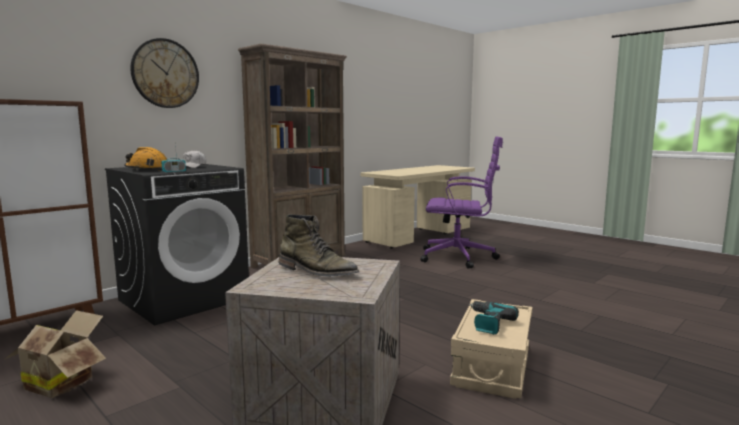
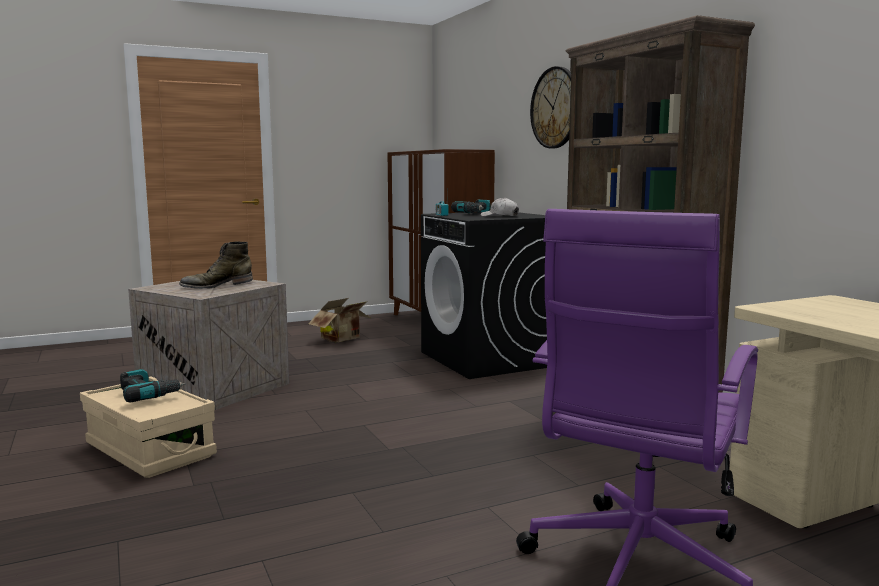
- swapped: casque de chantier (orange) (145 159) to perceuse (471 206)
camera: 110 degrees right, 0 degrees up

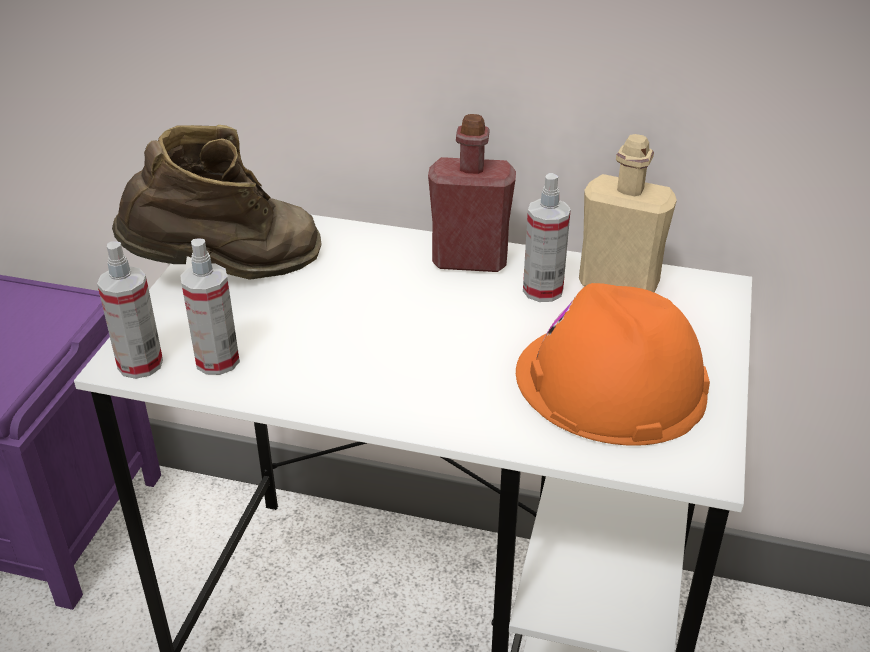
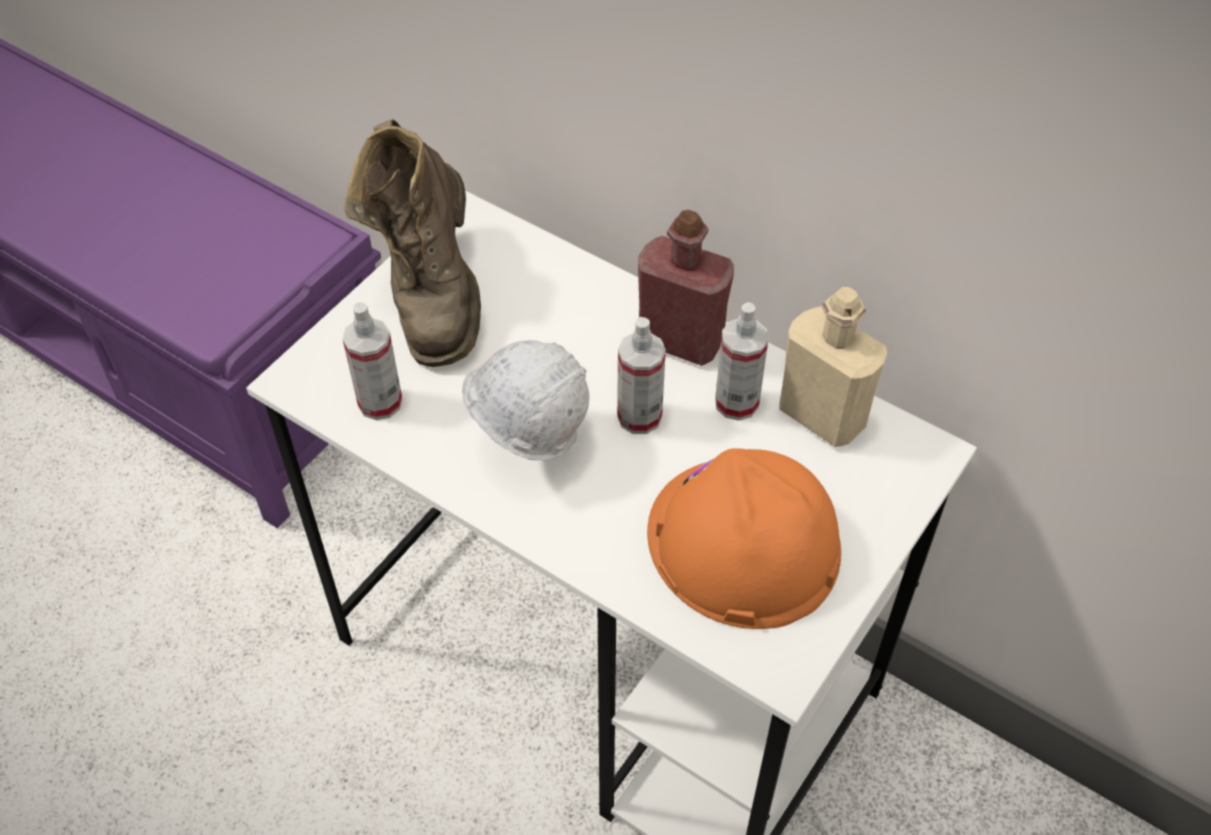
- rotated: botte (marron) (217 202) = (412 243) 90 degrees clockwise
- new: casque de chantier (blanc) (525 401)
- shifted: vaporisateur (130 310) to (641 375)
camera: 20 degrees right, 15 degrees up

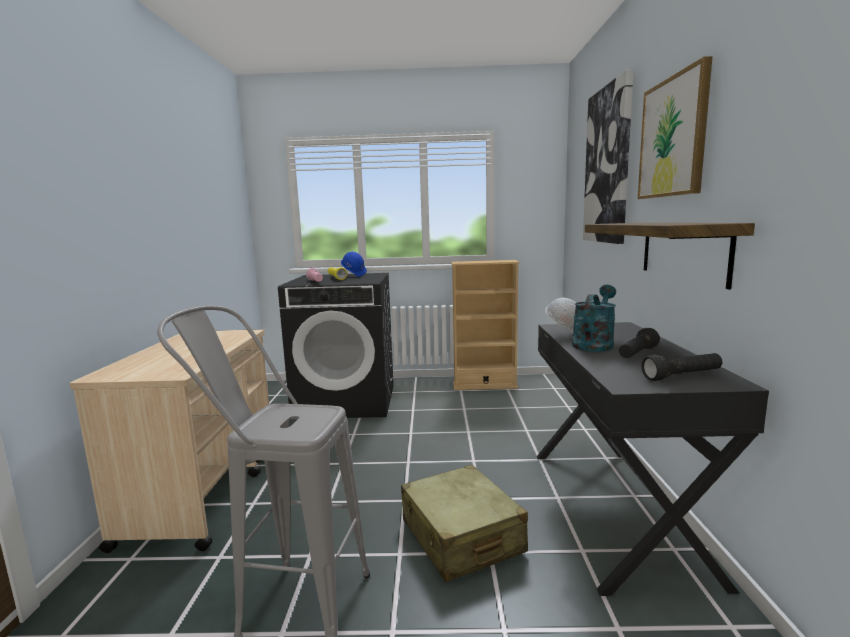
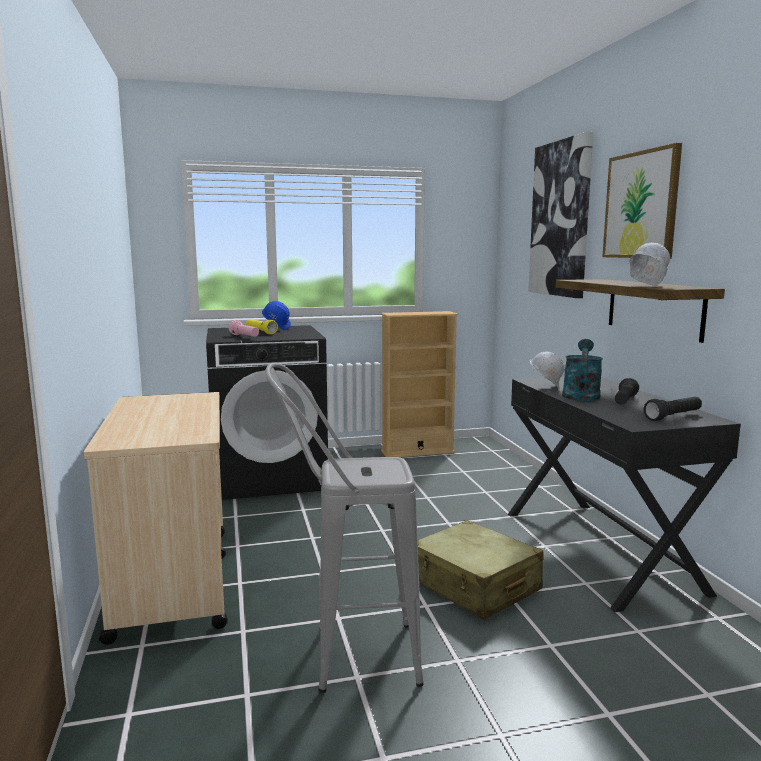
- new: casque de chantier (blanc) (649 264)
camera: 15 degrees left, 0 degrees up

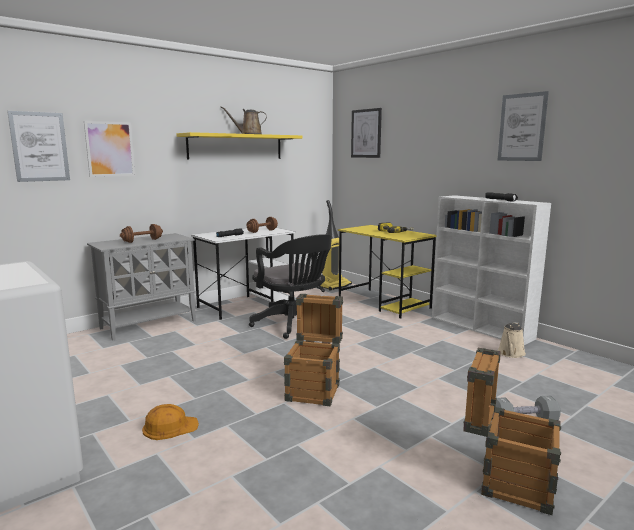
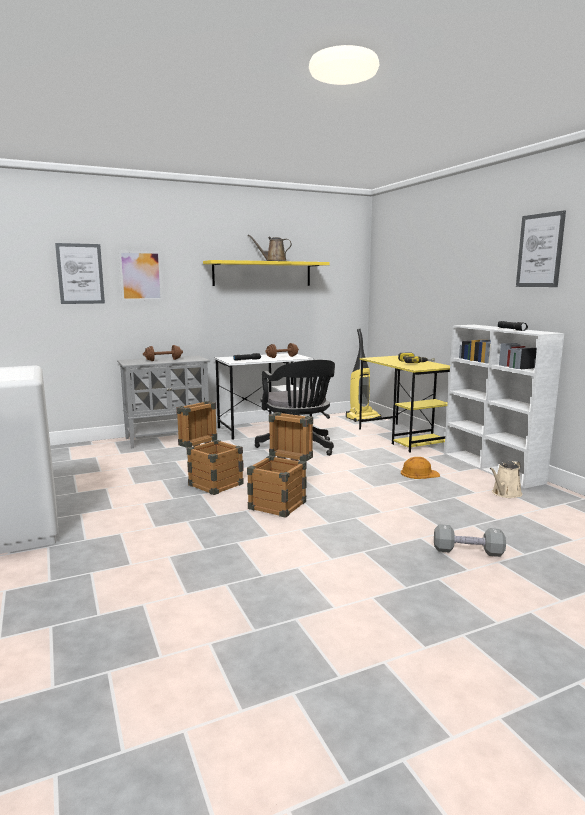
- shifted: caisse (512 431) to (210 448)
- shifted: casque de chantier (orange) (170 422) to (420 468)
- gone: tableau (366 133)
camera: 15 degrees right, 0 degrees up

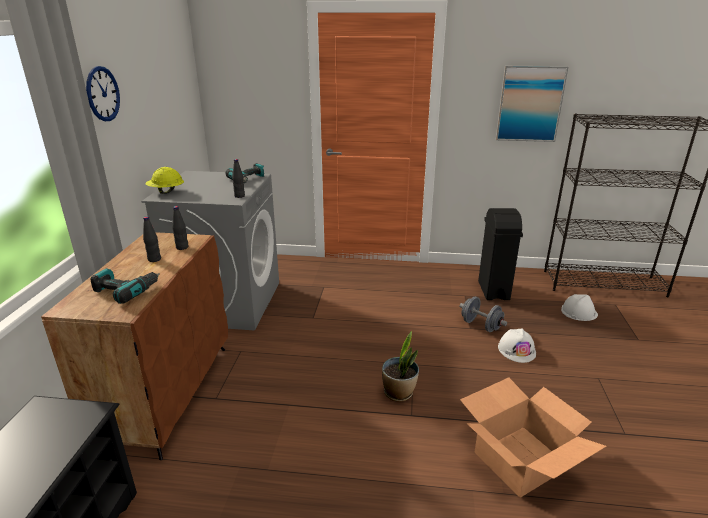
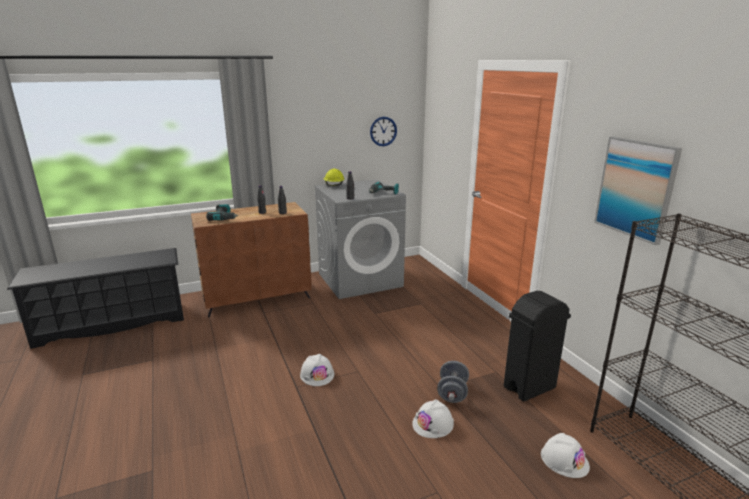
- swapped: plante en pot (400 366) to casque de chantier (blanc) (317 370)
- shifted: horloge murale (103 93) to (383 131)
- gone: carton (533 437)
camera: 60 degrees right, 5 degrees down

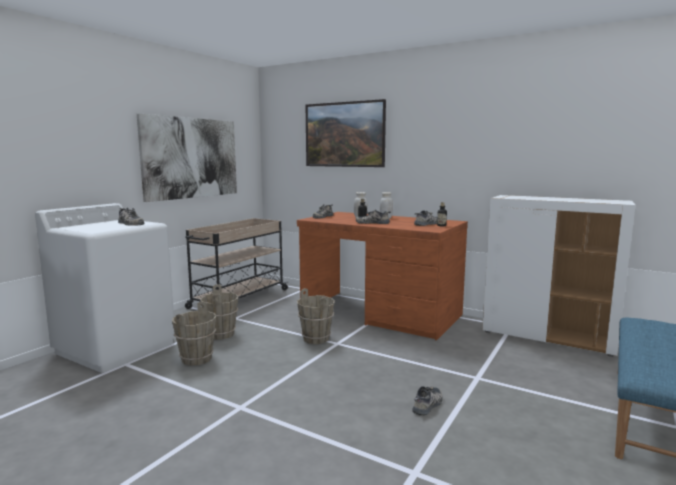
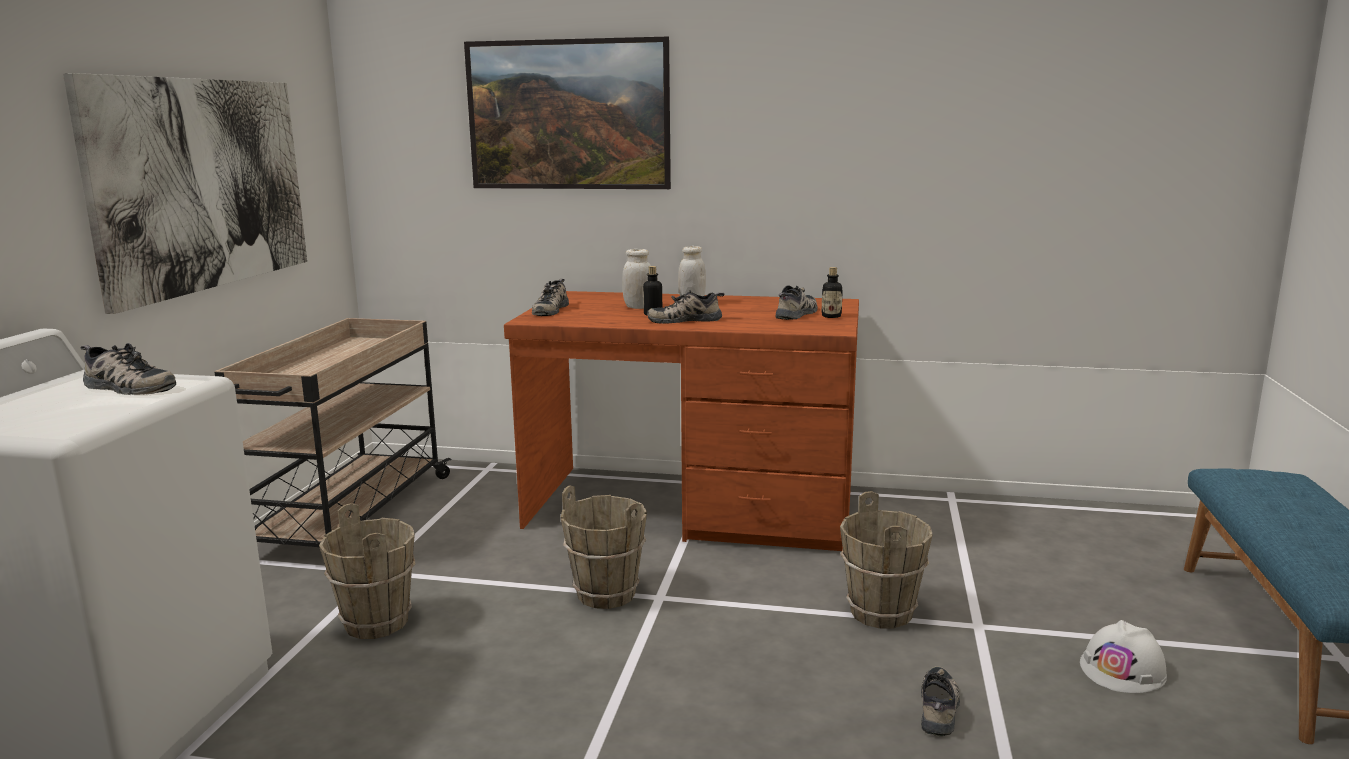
- shifted: seau (marron) (194 333) to (886 560)
- new: casque de chantier (blanc) (1123 656)
- gone: meuble de rangement (blanc) (559 276)
camera: 20 degrees left, 5 degrees up

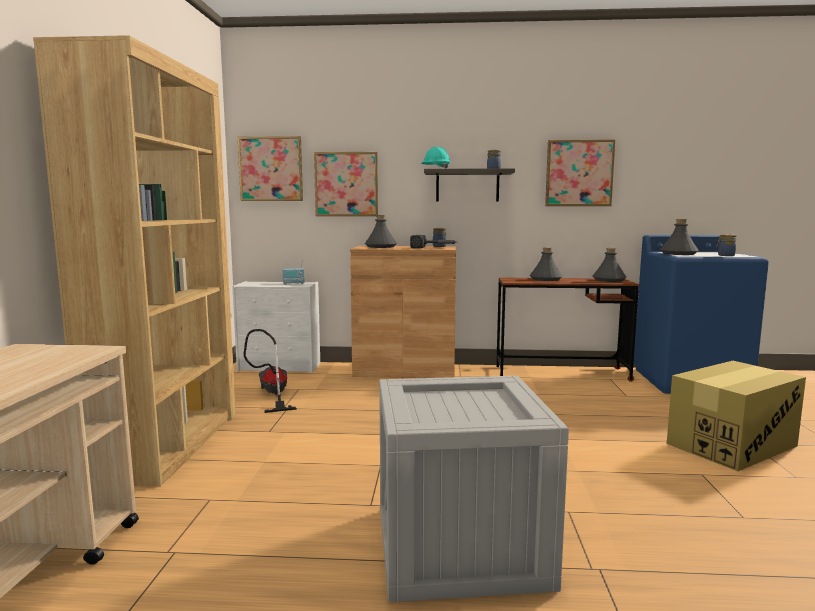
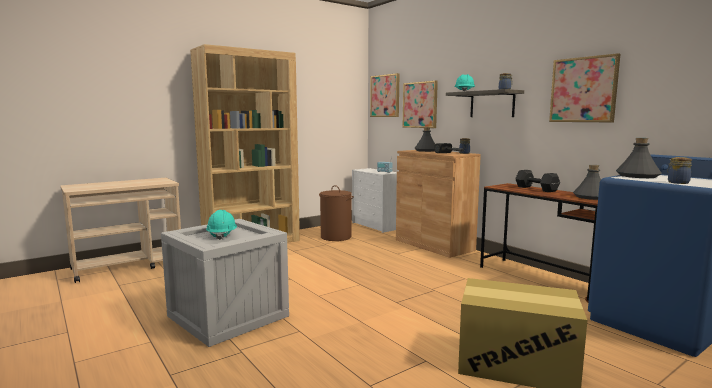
- new: casque de chantier (turquoise) (221 225)
- swapped: aspirateur (270 371) to panier à linge (marron) (336 213)
- swapped: bouteille (gris) (546 264) to haltère (noir) (537 181)
camera: 50 degrees right, 0 degrees up

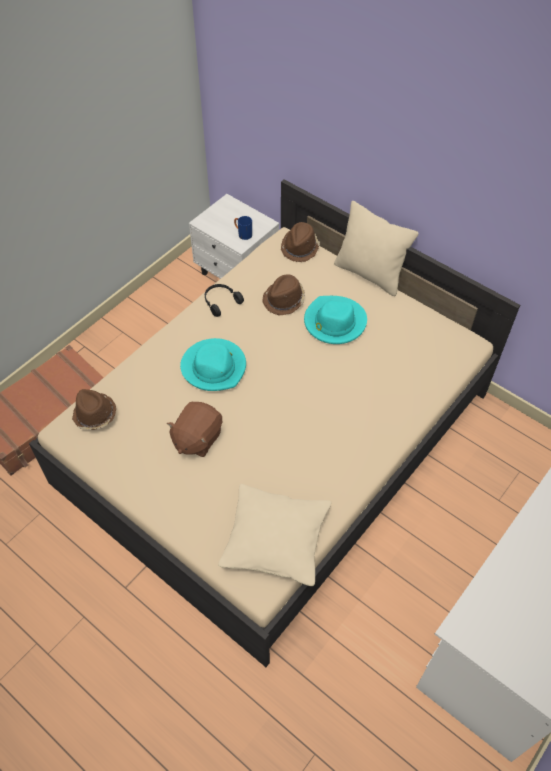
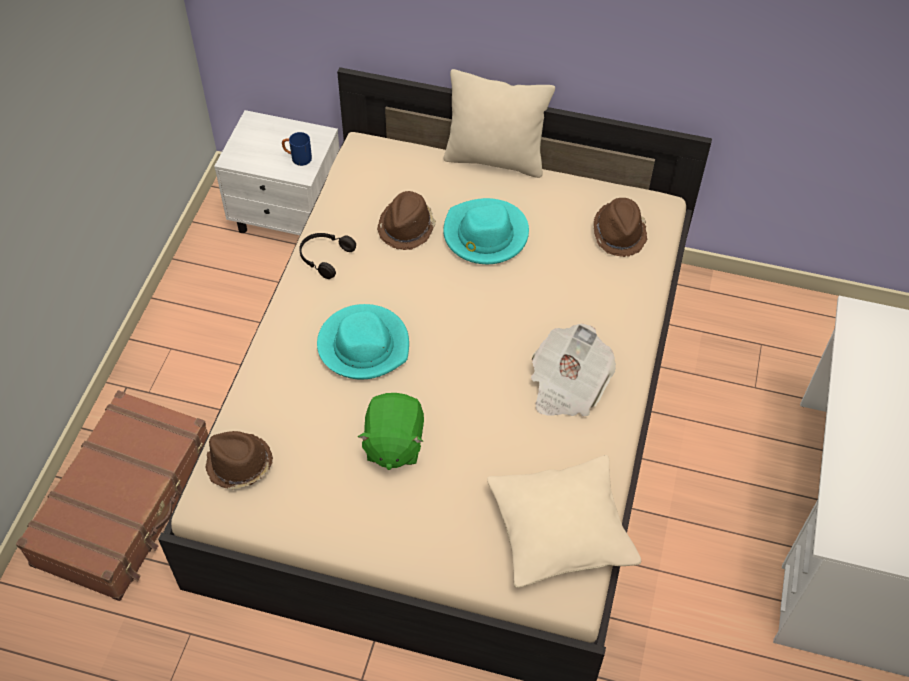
- repainted: peluche (marron) (194 429) to peluche (vert) (391 431)
- new: journal (573 370)
- shifted: chapeau (marron) (300 242) to (621 227)
camera: 25 degrees left, 0 degrees up

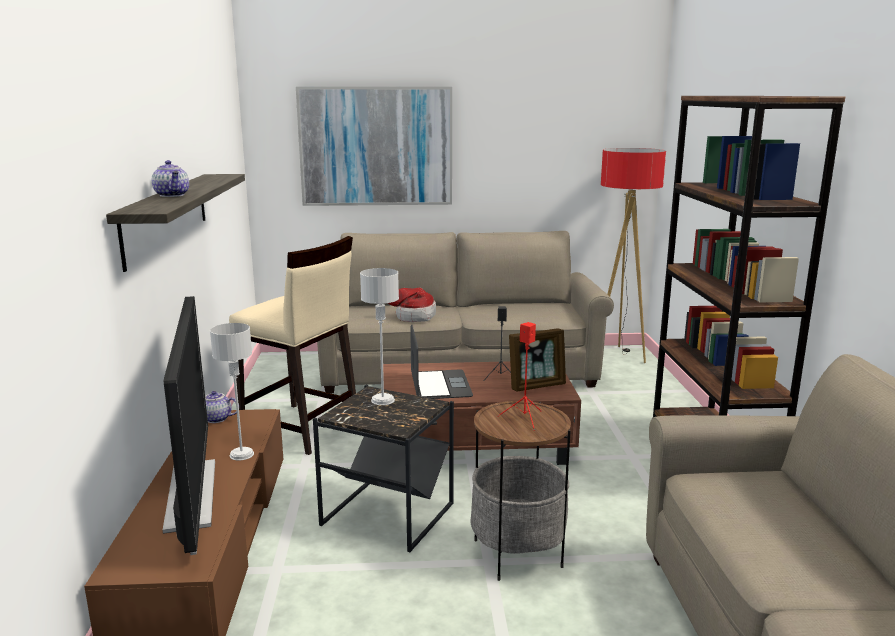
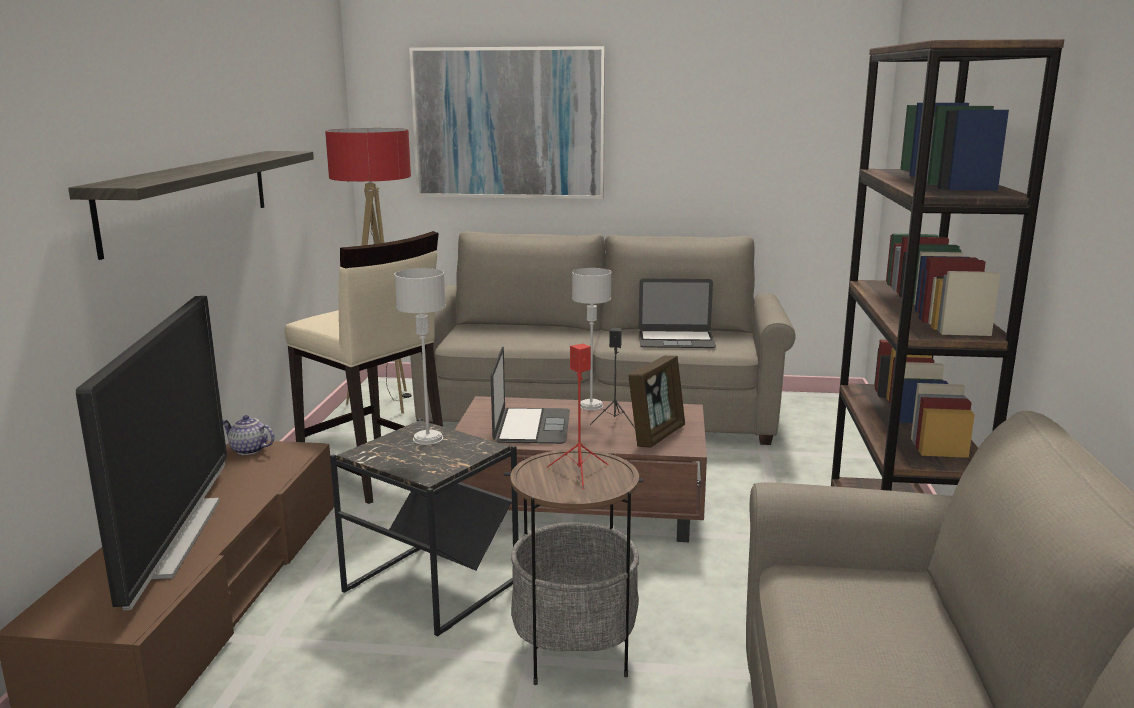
- shifted: lampadaire (633 255) to (368 270)
- shifted: lampe de table (gris) (232 392) to (591 339)
- rotated: cadre photo (537 359) = (656 402) 45 degrees counterclockwise
- new: ordinateur portable (677 313)
- gone: théière (170 178)
- gone: chapeau (412 305)
camera: 10 degrees right, 0 degrees up

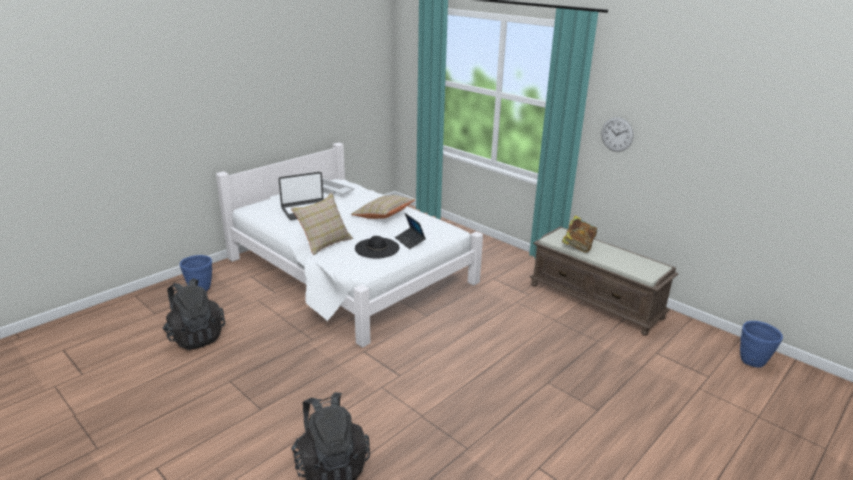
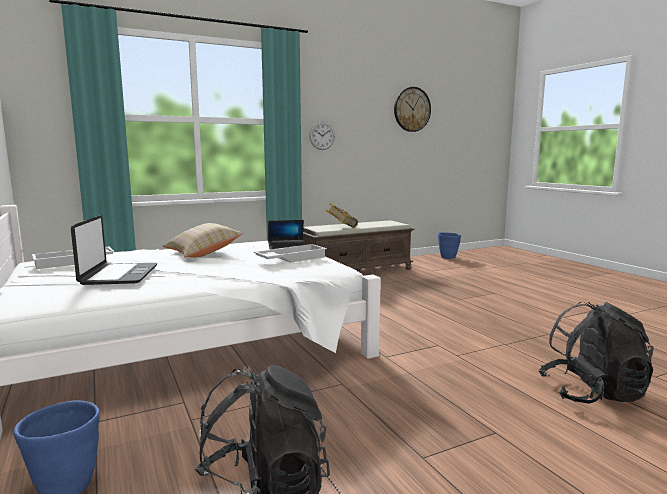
- swapped: chapeau (noir) (377 247) to plateau (blanc) (290 253)
- new: horloge murale (412 109)
- gone: coussin (beige) (322 224)
camera: 70 degrees left, 15 degrees down

